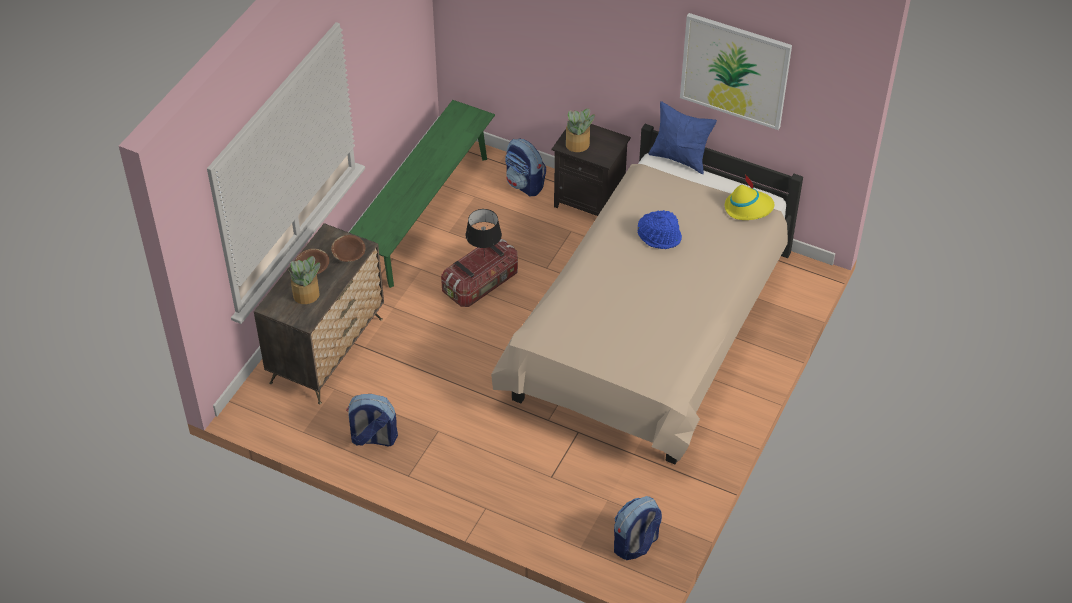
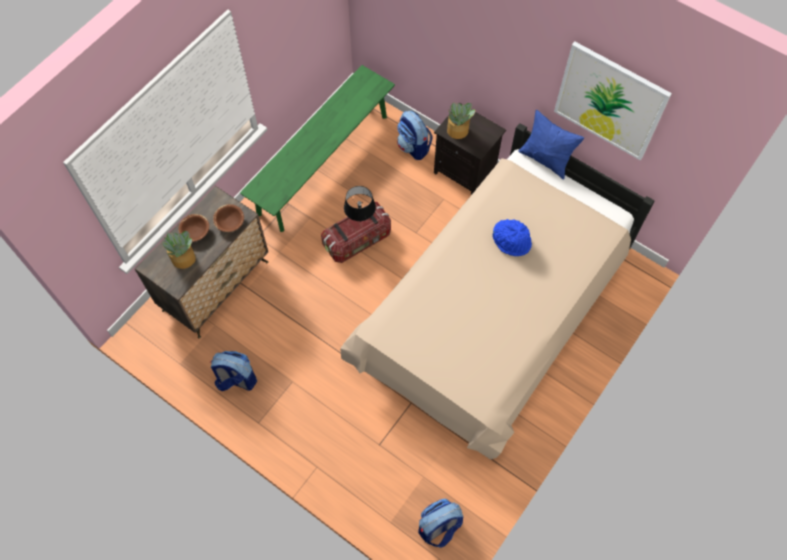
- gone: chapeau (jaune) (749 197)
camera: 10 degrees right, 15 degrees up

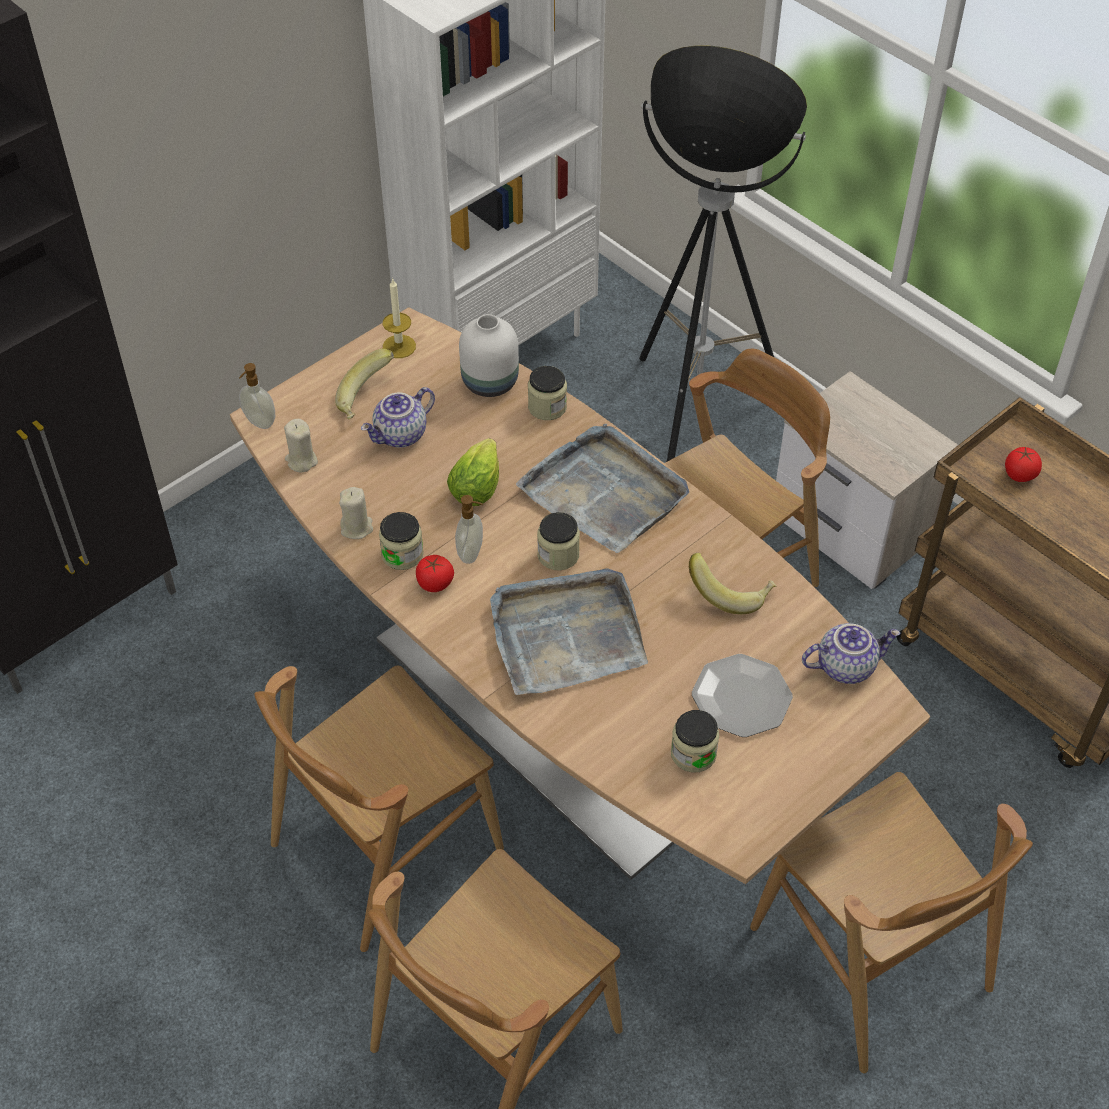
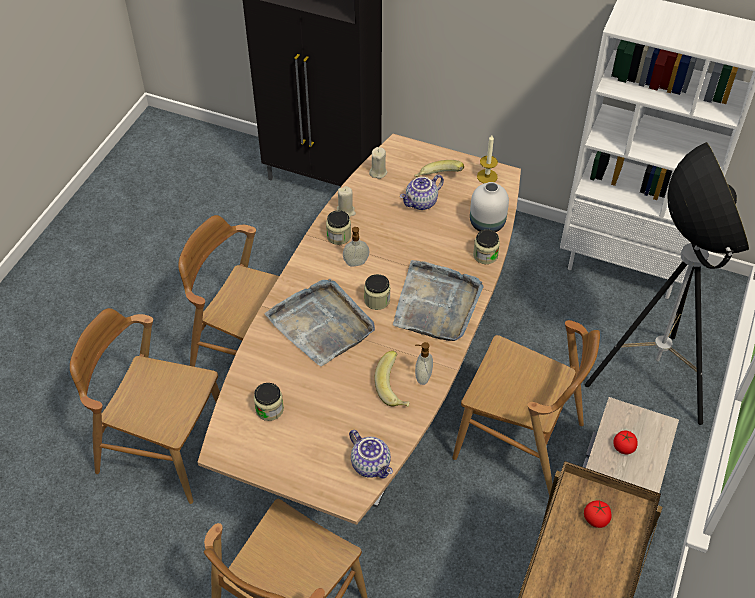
- rotated: théière (398 417) = (422 192) 60 degrees counterclockwise
- shifted: distributeur de savon (257 396) to (424 363)
- shifted: tomate (435 573) to (625 442)
- gone: laitue (473 472)
- gone: assiette (742 695)
camera: 65 degrees right, 0 degrees up

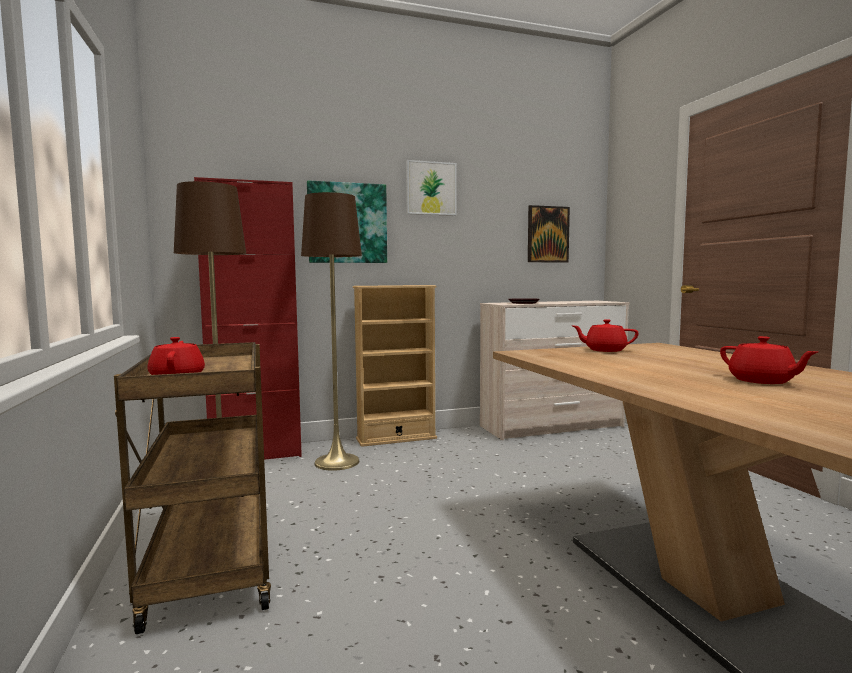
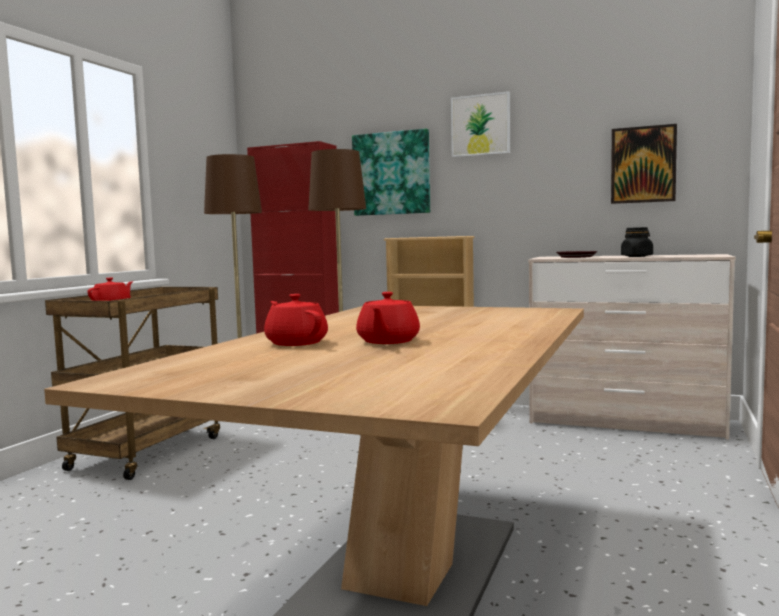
- shifted: théière (rouge) (606 335) to (296 320)
- new: bocal (noir) (637 242)
camera: 40 degrees right, 0 degrees up

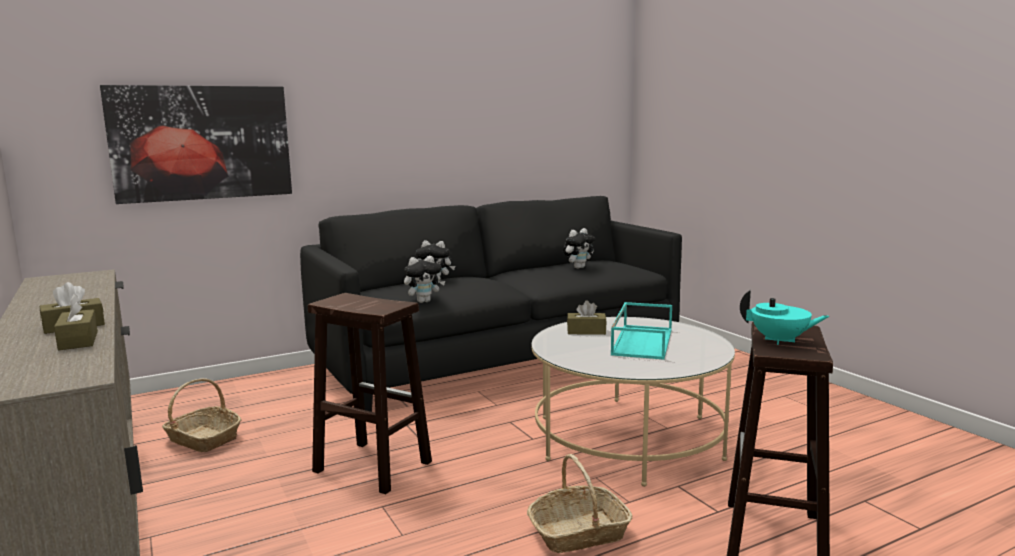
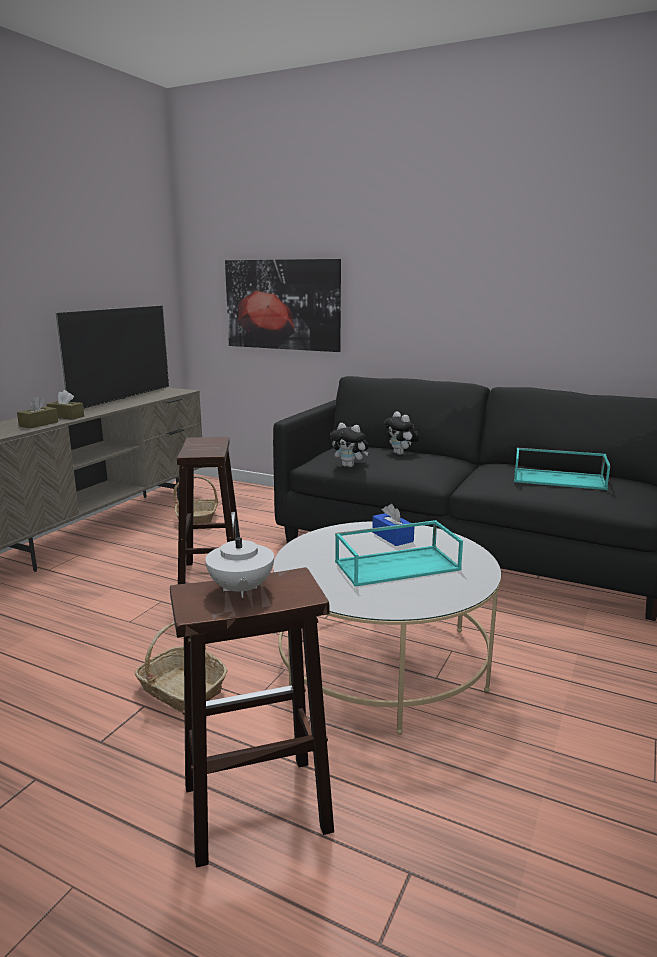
- new: téléviseur (112 357)
- repainted: théière (turquoise) (784 317) to théière (blanc) (239 559)
- repainted: boîte à mouchoirs (marron) (587 317) to boîte à mouchoirs (bleu) (393 525)
- swapped: peluche (579 248) to plateau (turquoise) (562 469)
camera: 55 degrees right, 5 degrees up

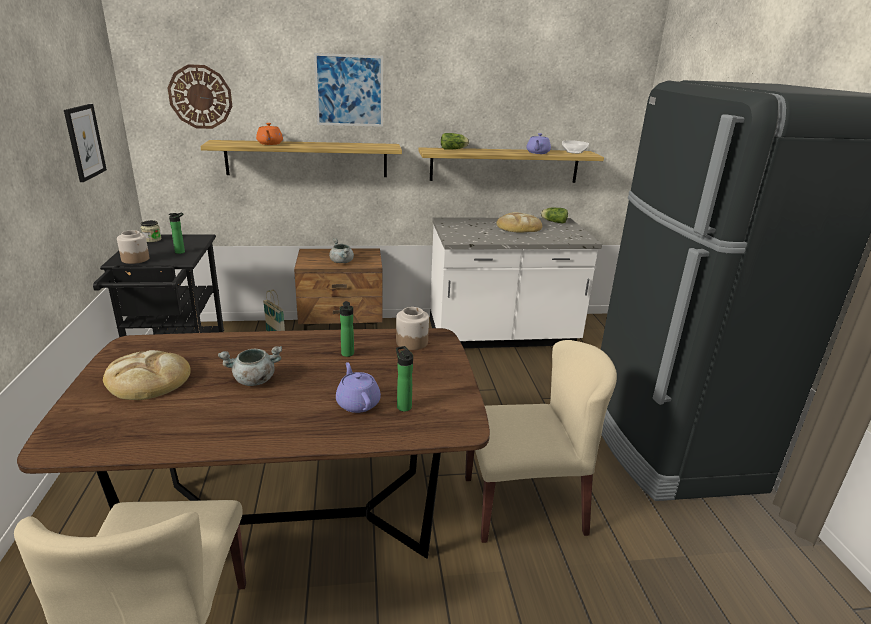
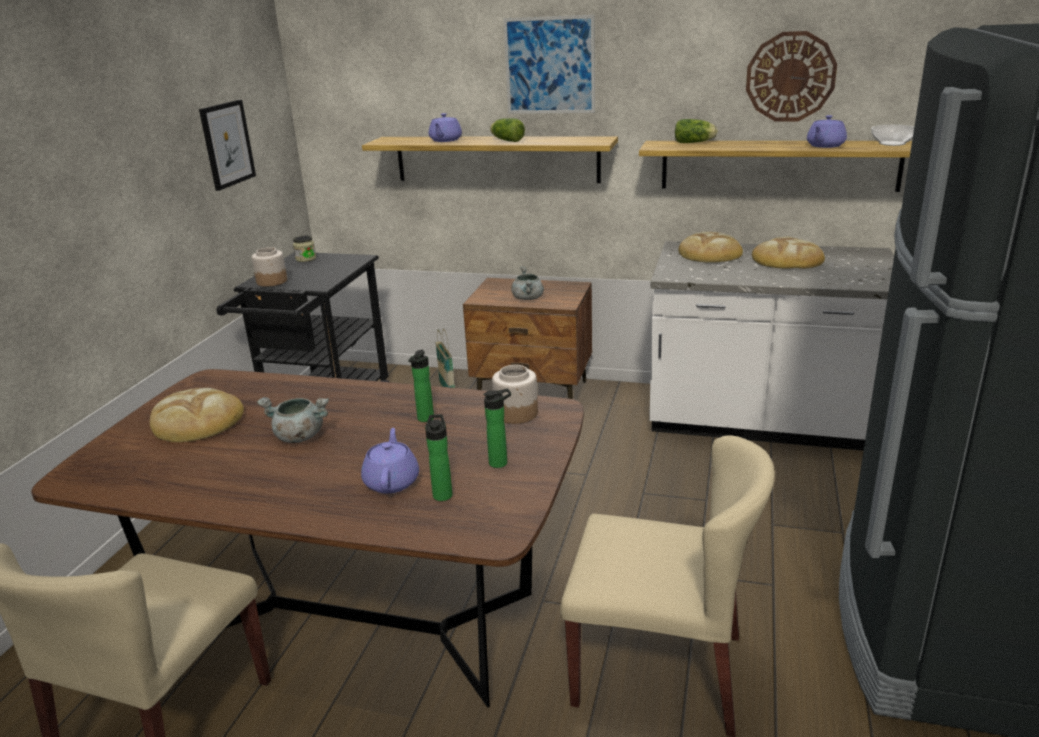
- repainted: théière (orange) (269 134) to théière (violet) (445 127)
- shifted: bouteille (176 233) to (497 428)
- shifted: laitue (554 216) to (507 130)
- new: pain (711 247)
- shifted: horloge murale (200 96) to (791 76)
camera: 25 degrees right, 0 degrees up

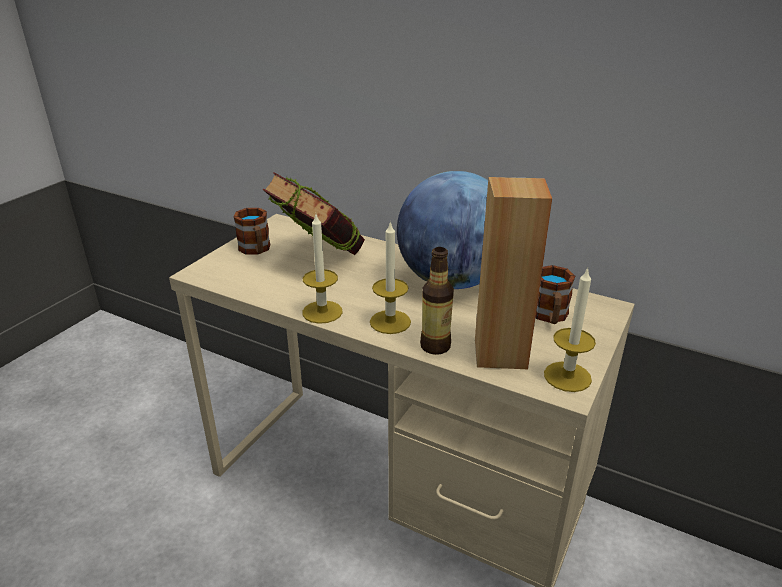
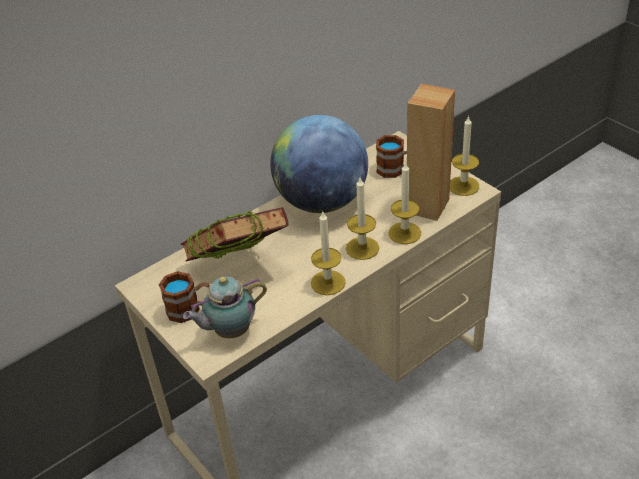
- new: théière (225 307)
- swapped: bouteille (437 301) to bougie (404 202)
camera: 65 degrees left, 10 degrees up

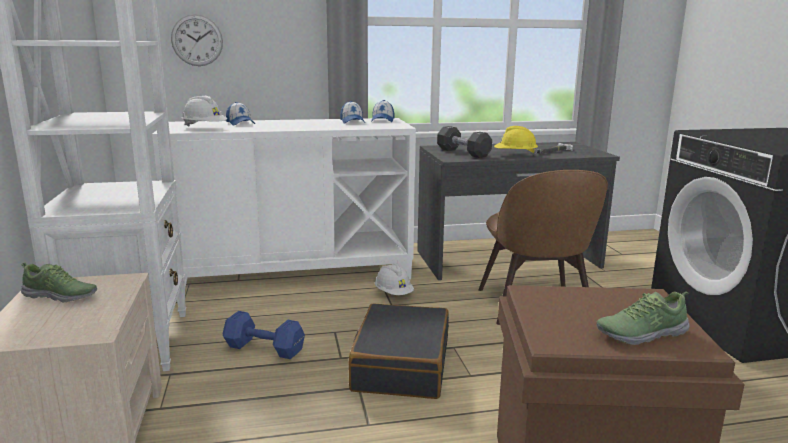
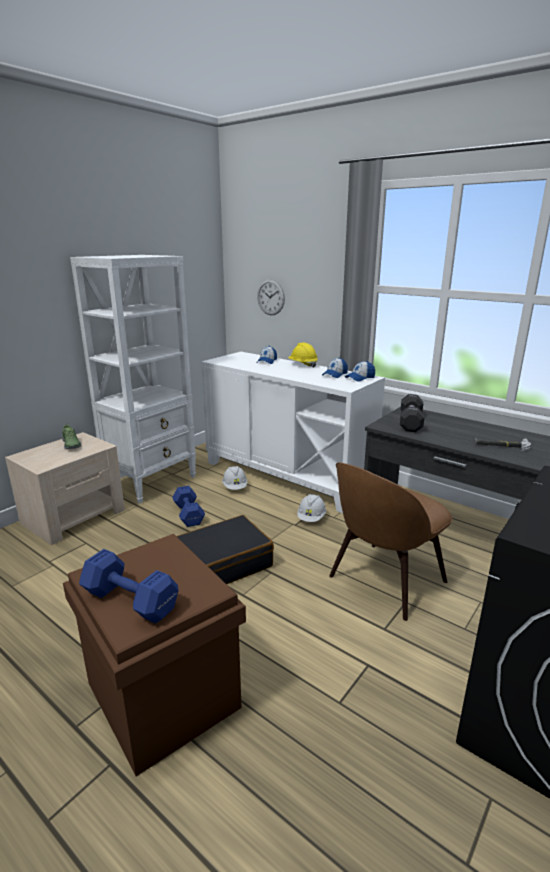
- swapped: chaussure (643 318) to haltère (bleu) (129 586)
- shifted: casque de chantier (blanc) (204 111) to (234 478)
- shifted: casque de chantier (jaune) (516 140) to (303 355)
camera: 50 degrees right, 5 degrees up

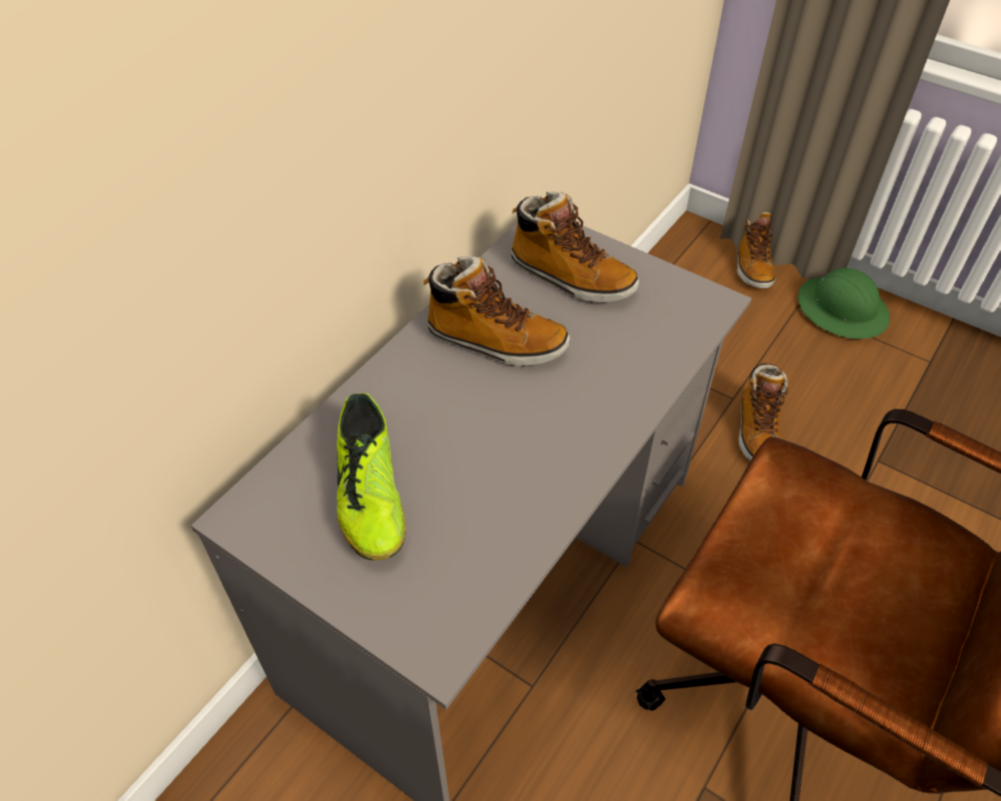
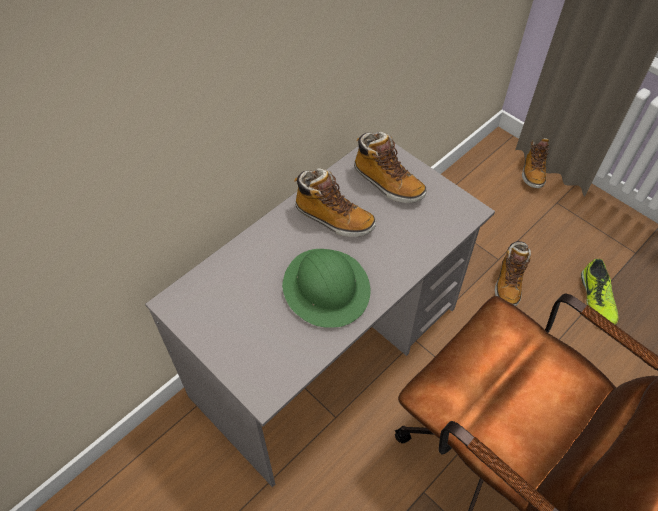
- shifted: casque de chantier (vert) (844 303) to (326 288)
- shifted: chaussure (371 476) to (599 292)
camera: 10 degrees right, 5 degrees up

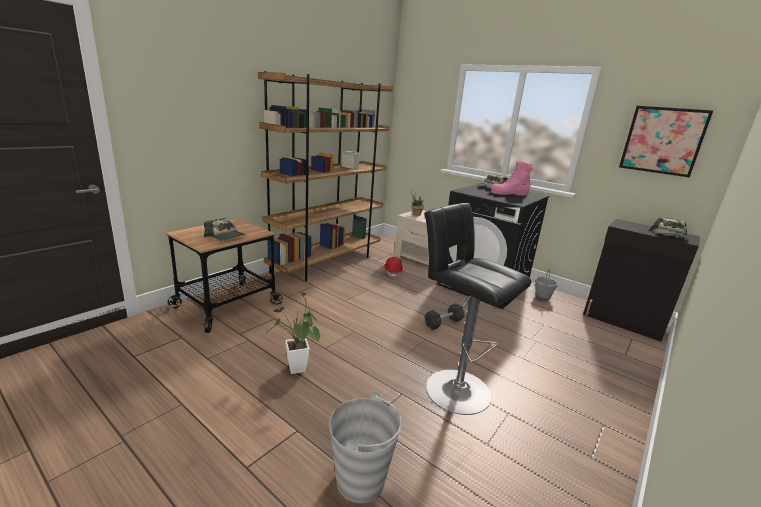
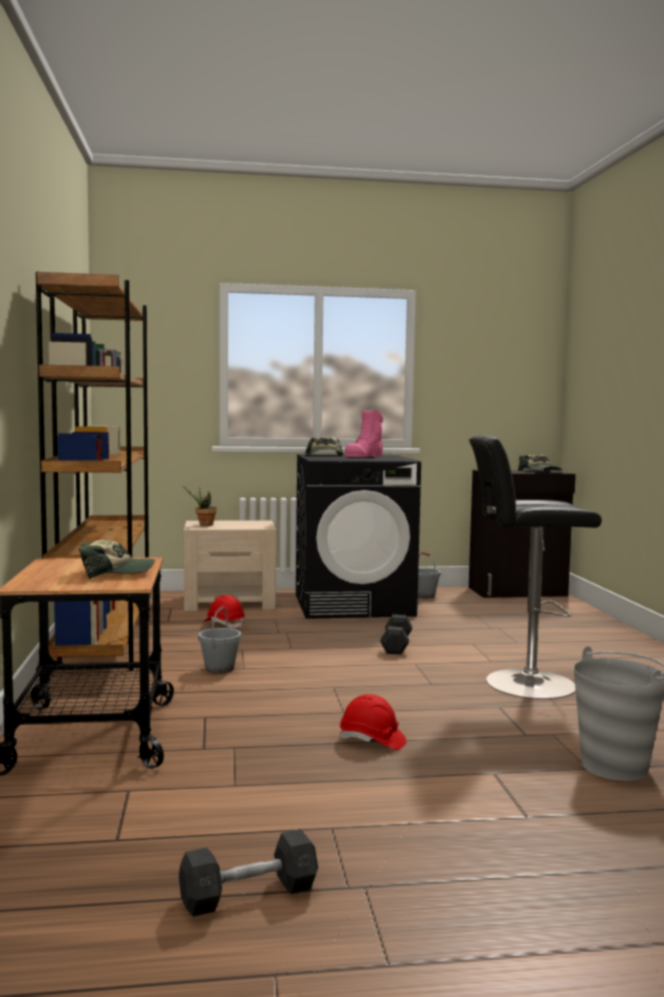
- new: haltère (gris) (248 872)
- new: seau (gris) (219 639)
- swapped: plante en pot (293 333) to casque de chantier (rouge) (373 722)
- gone: tableau (666 141)
camera: 45 degrees left, 15 degrees down

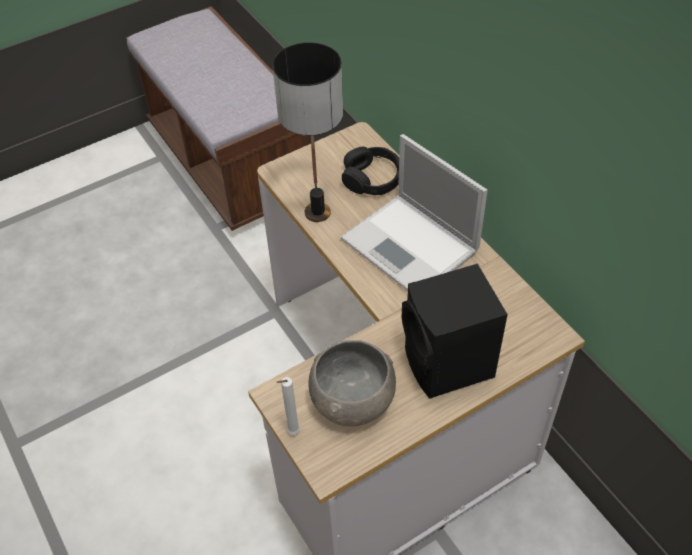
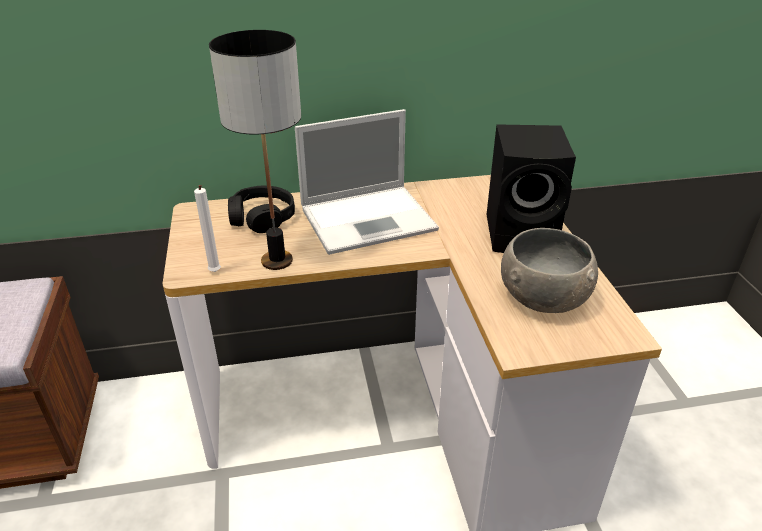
- shifted: bougie (blanc) (288 406) to (207 228)
camera: 70 degrees left, 15 degrees down

